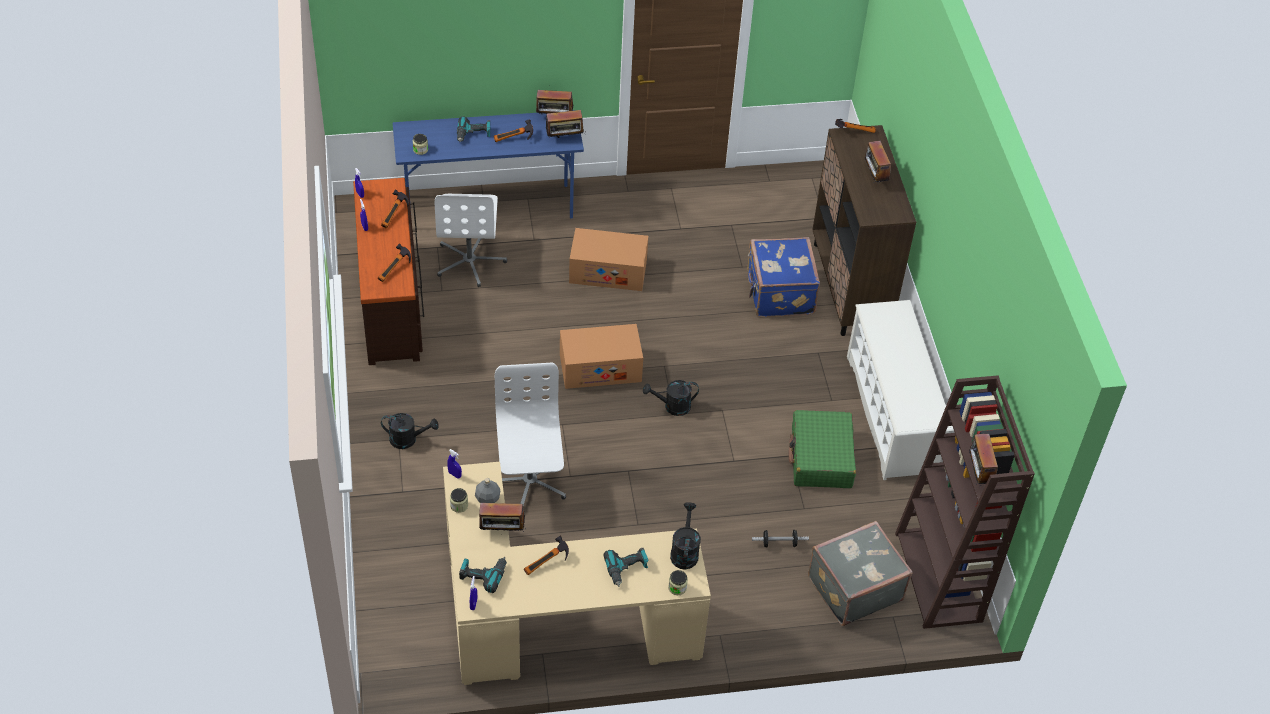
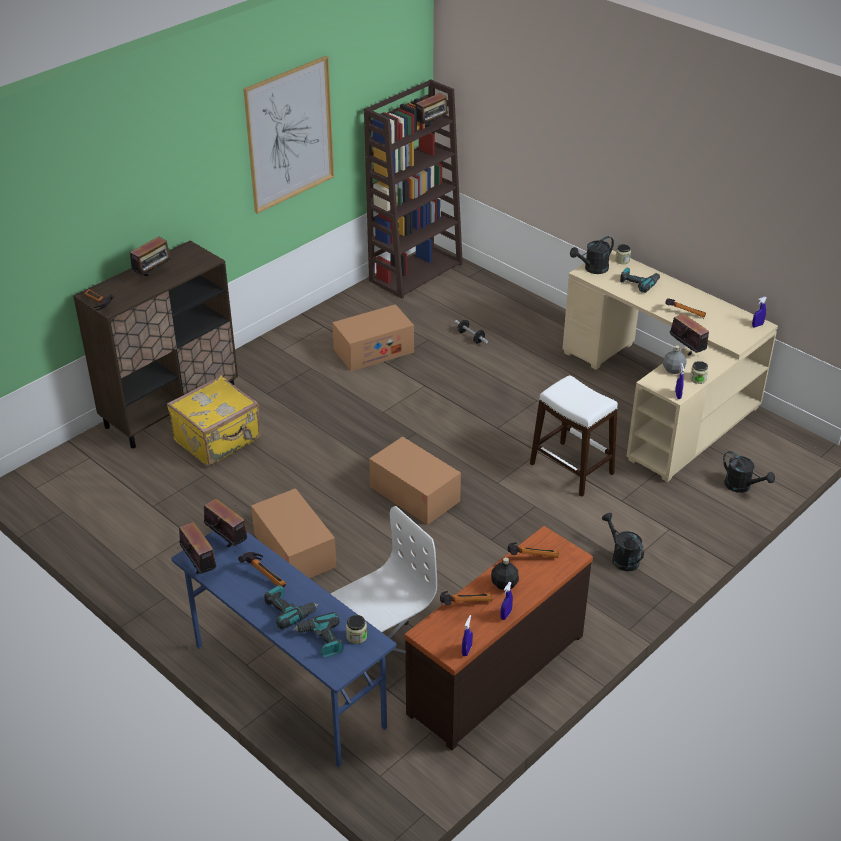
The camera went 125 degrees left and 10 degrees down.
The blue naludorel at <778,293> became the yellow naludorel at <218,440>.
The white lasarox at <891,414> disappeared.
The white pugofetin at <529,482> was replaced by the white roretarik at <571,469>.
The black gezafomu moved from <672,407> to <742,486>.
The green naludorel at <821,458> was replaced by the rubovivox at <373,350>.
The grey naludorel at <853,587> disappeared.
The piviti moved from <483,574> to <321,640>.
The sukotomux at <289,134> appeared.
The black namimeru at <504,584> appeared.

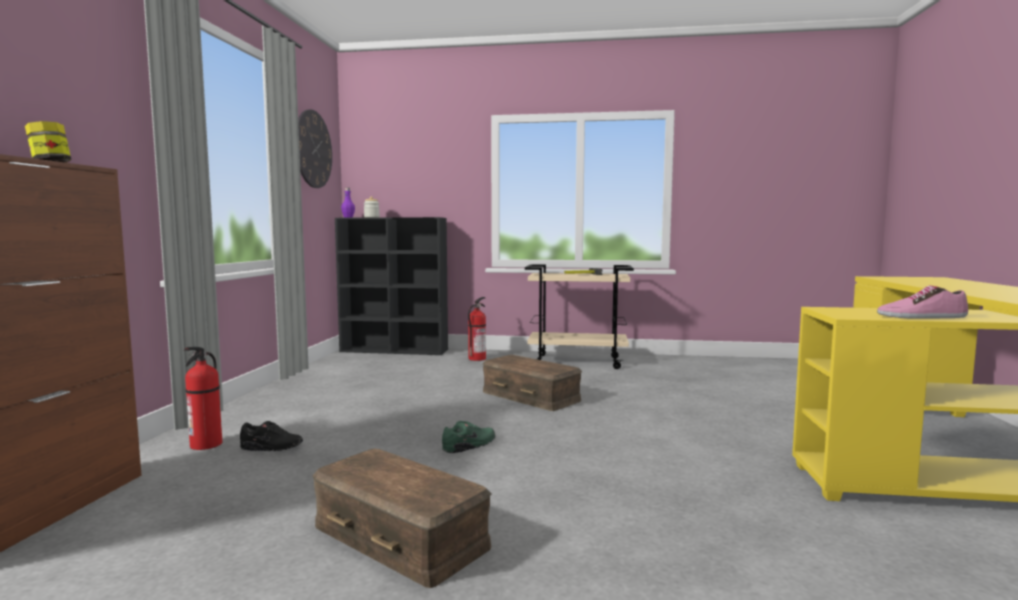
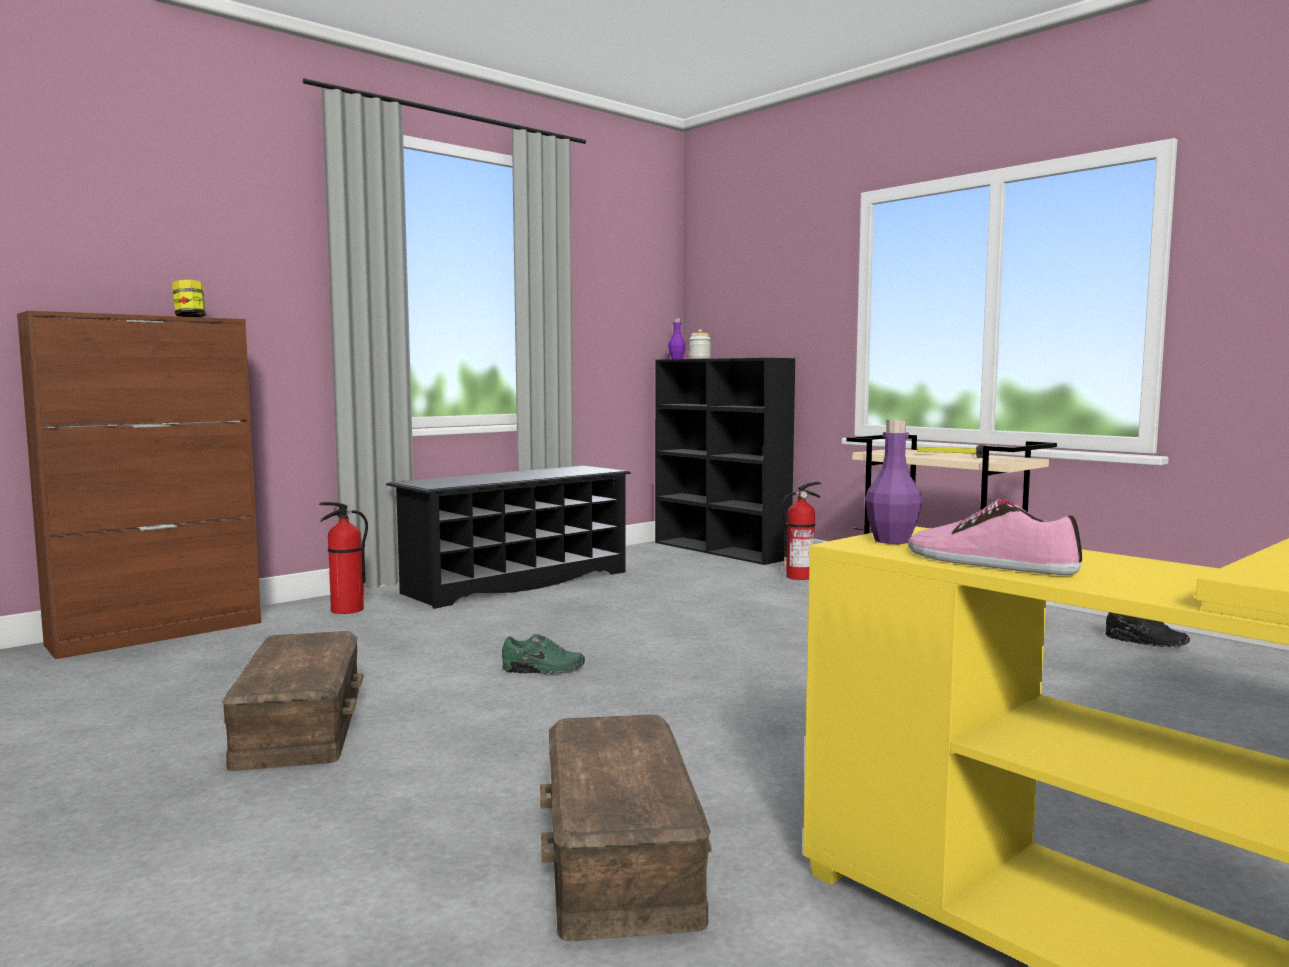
The camera went 40 degrees right and 0 degrees up.
The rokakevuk at <313,149> disappeared.
The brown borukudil moved from <531,396> to <622,854>.
The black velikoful moved from <271,448> to <1145,642>.
The purple namimeru at <892,541> appeared.
The black lasarox at <517,582> appeared.

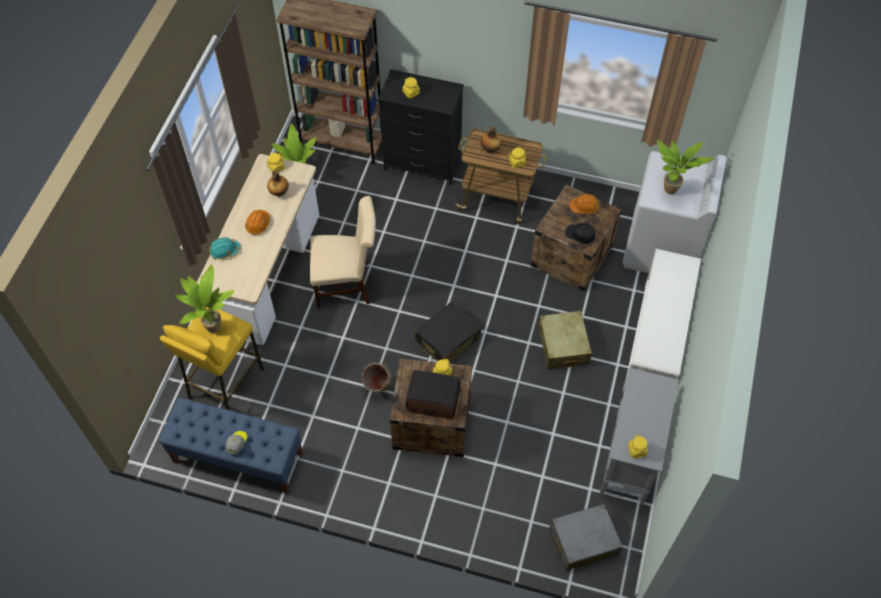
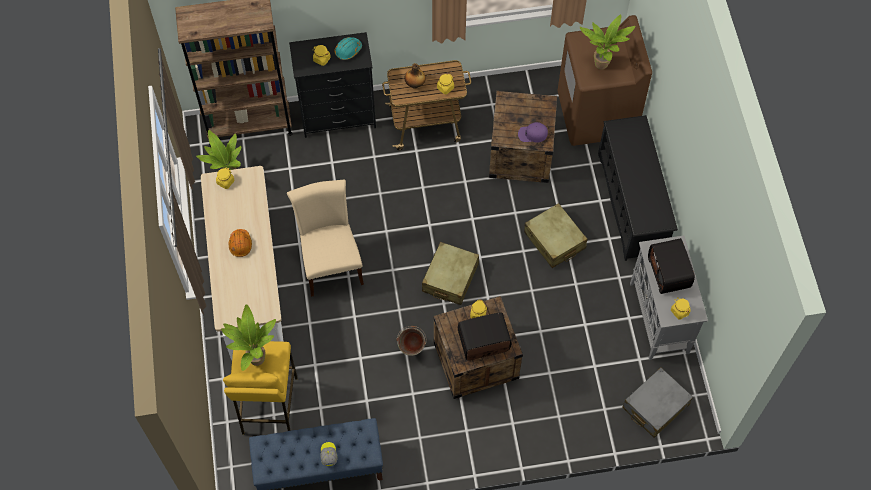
The camera went 25 degrees left and 5 degrees up.
The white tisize at <661,249> became the brown tisize at <596,115>.
The namimeru at <279,193> disappeared.
The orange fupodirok at <584,207> disappeared.
The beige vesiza at <347,284> turned 75 degrees counterclockwise.
The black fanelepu at <580,234> became the purple fanelepu at <532,134>.
The turquoise fupodirok moved from <224,251> to <348,50>.
The white lasarox at <656,341> became the black lasarox at <631,203>.
The black naludorel at <447,339> became the beige naludorel at <450,278>.
The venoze at <669,272> appeared.

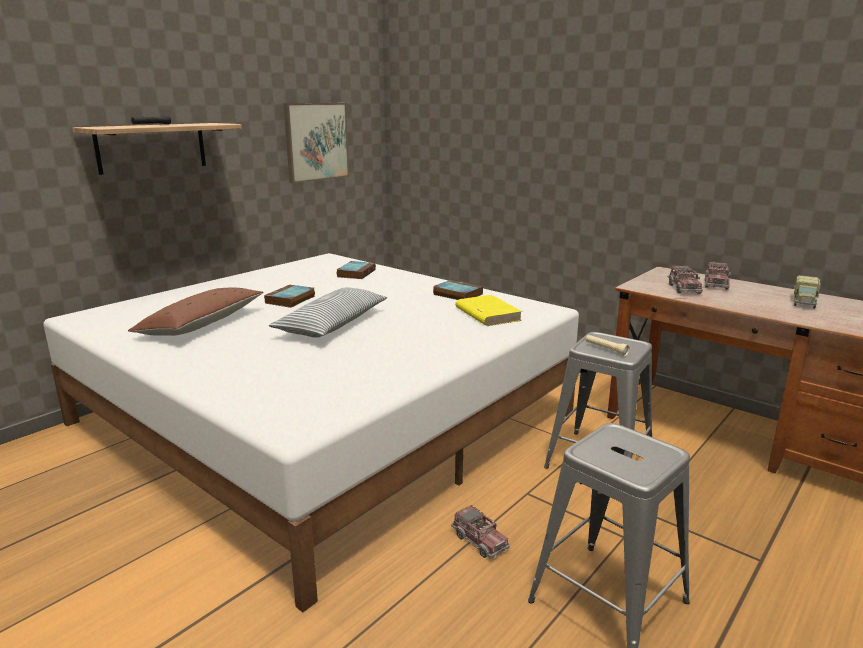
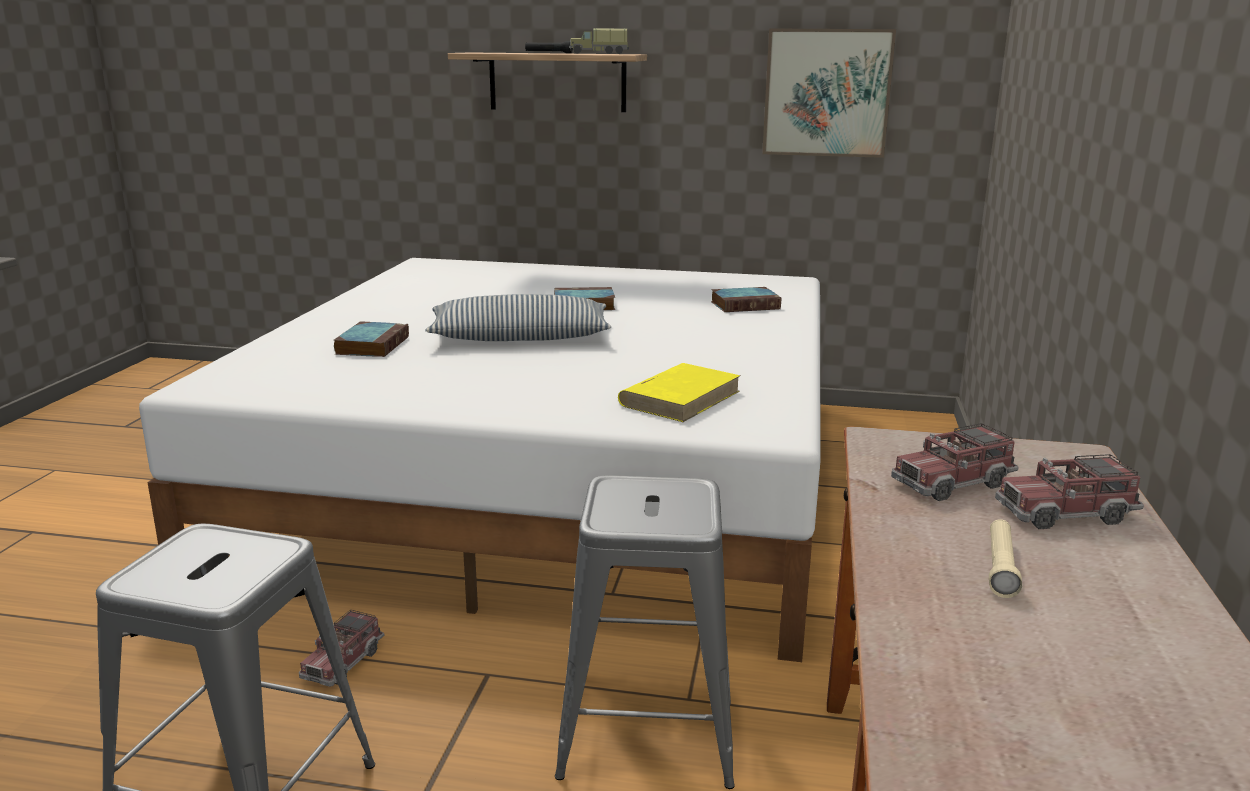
The camera went 60 degrees right and 0 degrees up.
The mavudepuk moved from <804,301> to <599,53>.
The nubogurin moved from <456,294> to <372,345>.
The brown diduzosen at <201,324> disappeared.
The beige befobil moved from <606,349> to <1000,567>.

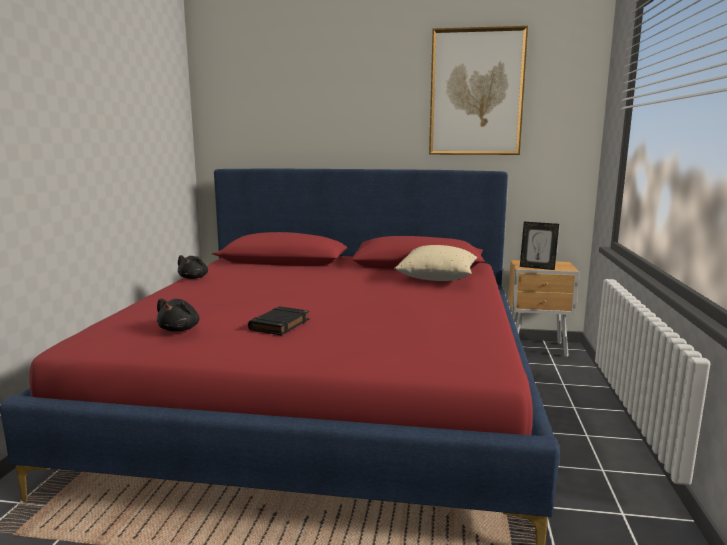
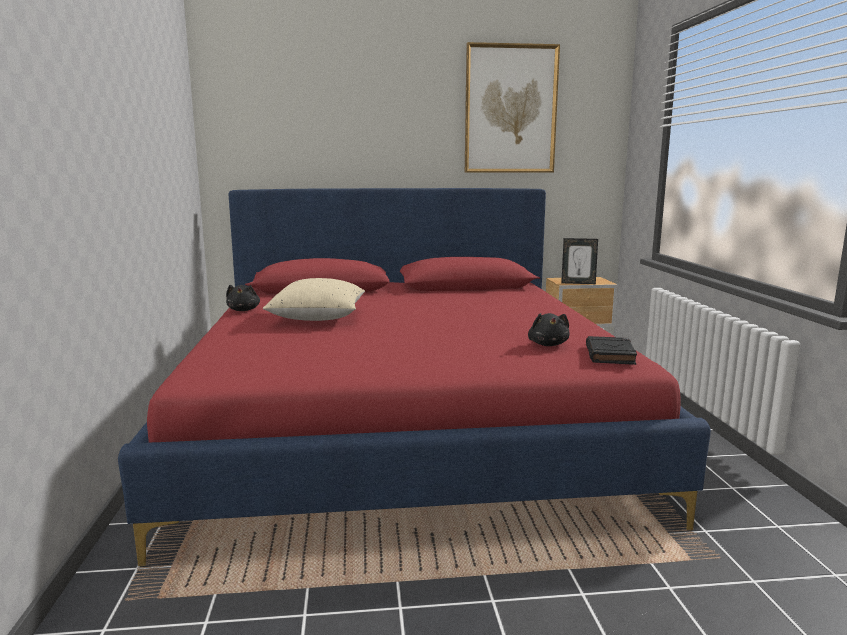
The camera went 15 degrees left and 0 degrees up.
The beige diduzosen moved from <437,278> to <318,318>.
The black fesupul moved from <180,329> to <548,344>.
The black nubogurin moved from <279,325> to <610,355>.

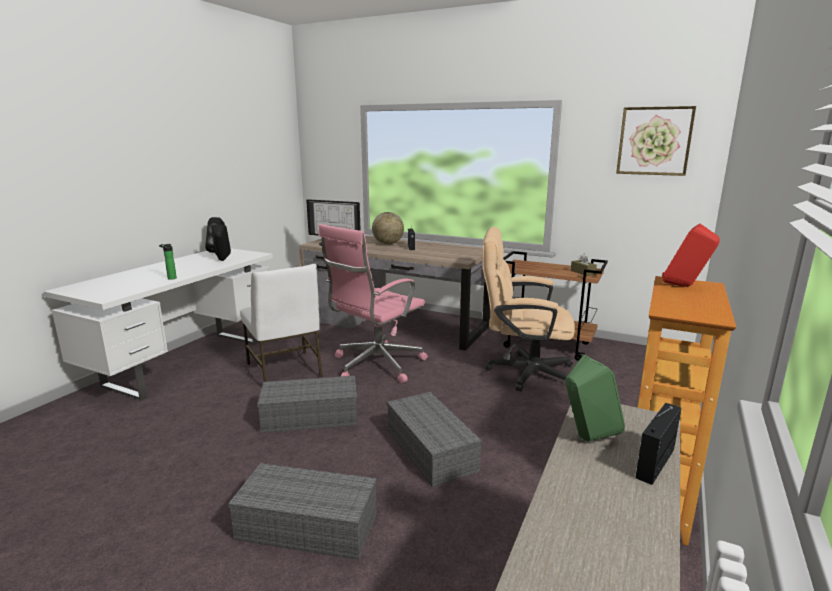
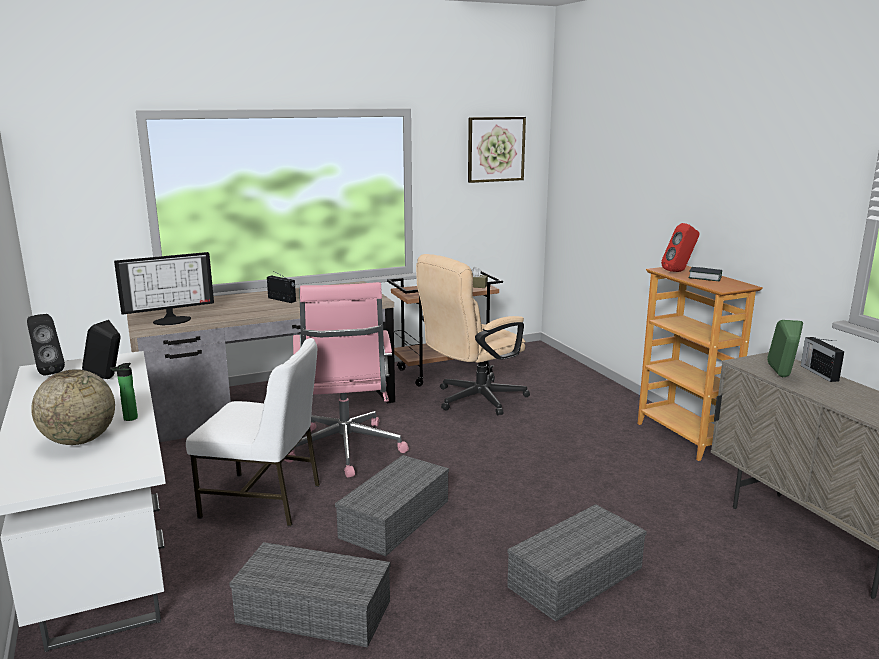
The camera went 50 degrees left and 0 degrees up.
The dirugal moved from <388,243> to <79,441>.
The grey borukudil moved from <432,450> to <316,611>.
The nubogurin at <704,277> appeared.

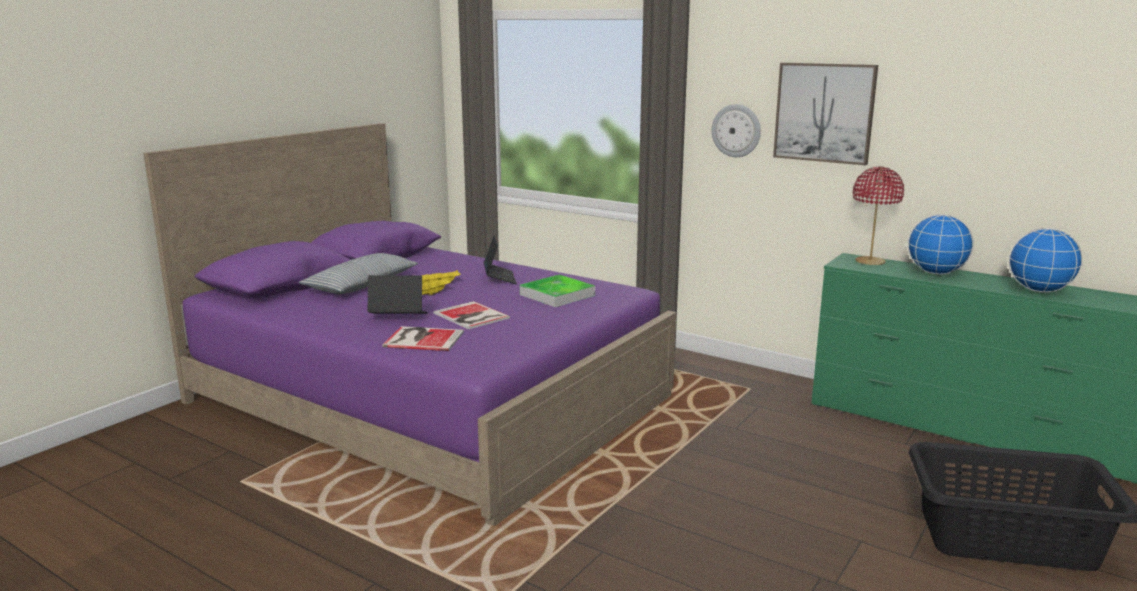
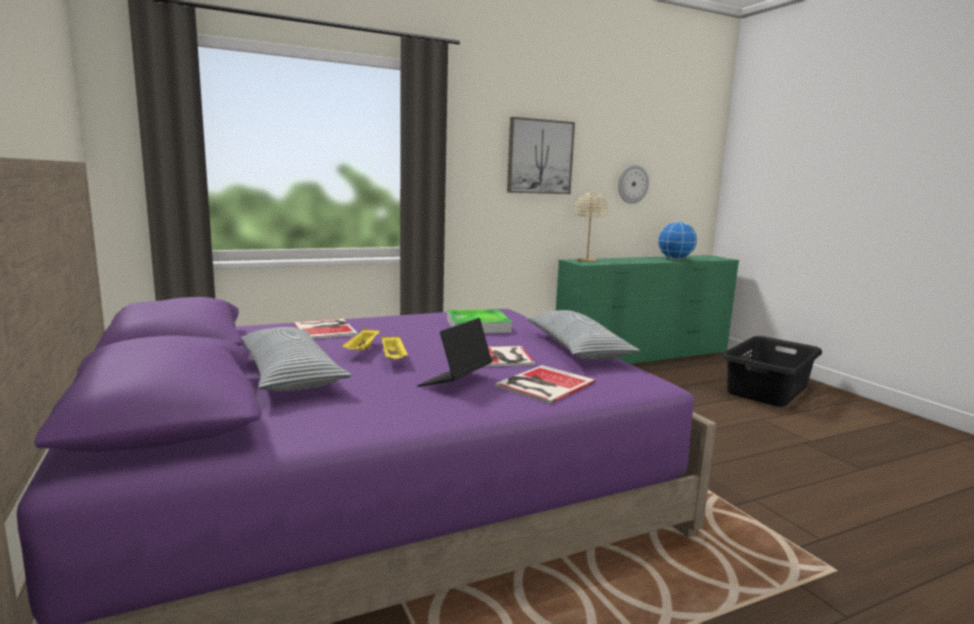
The camera went 60 degrees left and 5 degrees down.
The rokakevuk moved from <736,130> to <632,184>.
The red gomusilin at <870,262> became the beige gomusilin at <587,260>.
The dirugal at <936,273> disappeared.
The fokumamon at <499,278> disappeared.
The diduzosen at <576,348> appeared.
The nubogurin at <325,329> appeared.

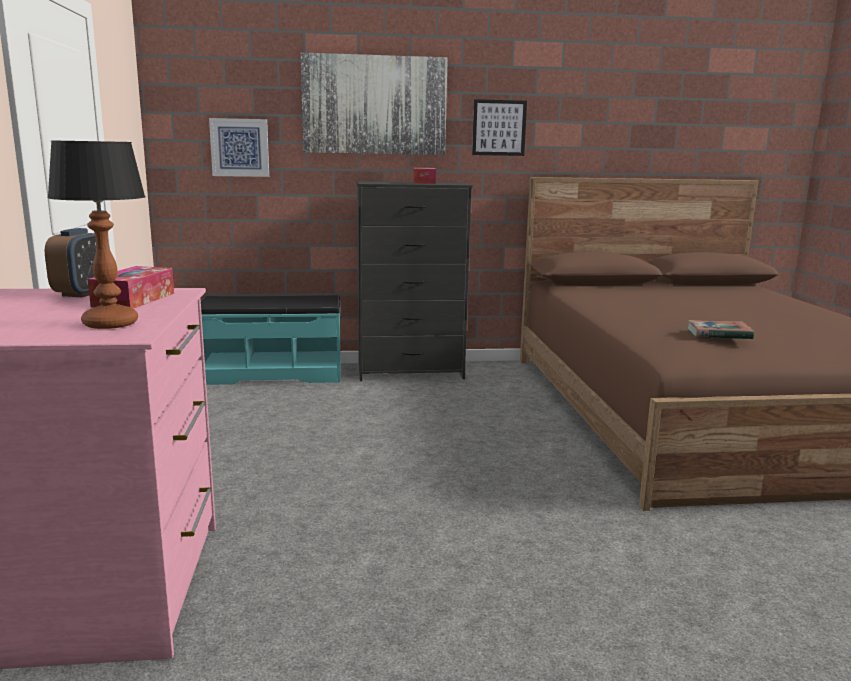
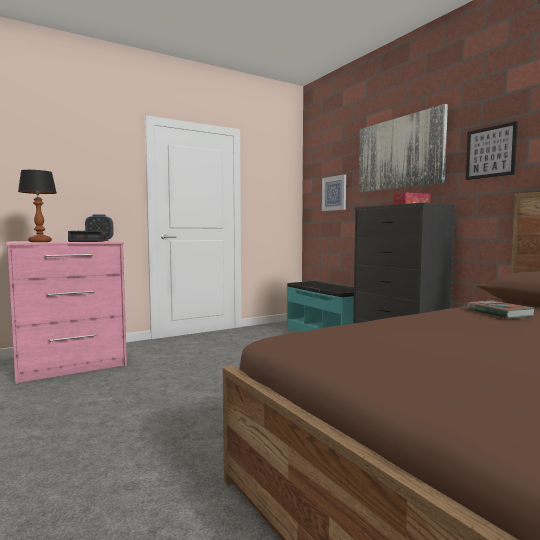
The camera went 65 degrees right and 10 degrees down.
The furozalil at <134,300> was replaced by the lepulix at <88,241>.
The nubogurin moved from <718,334> to <499,313>.

